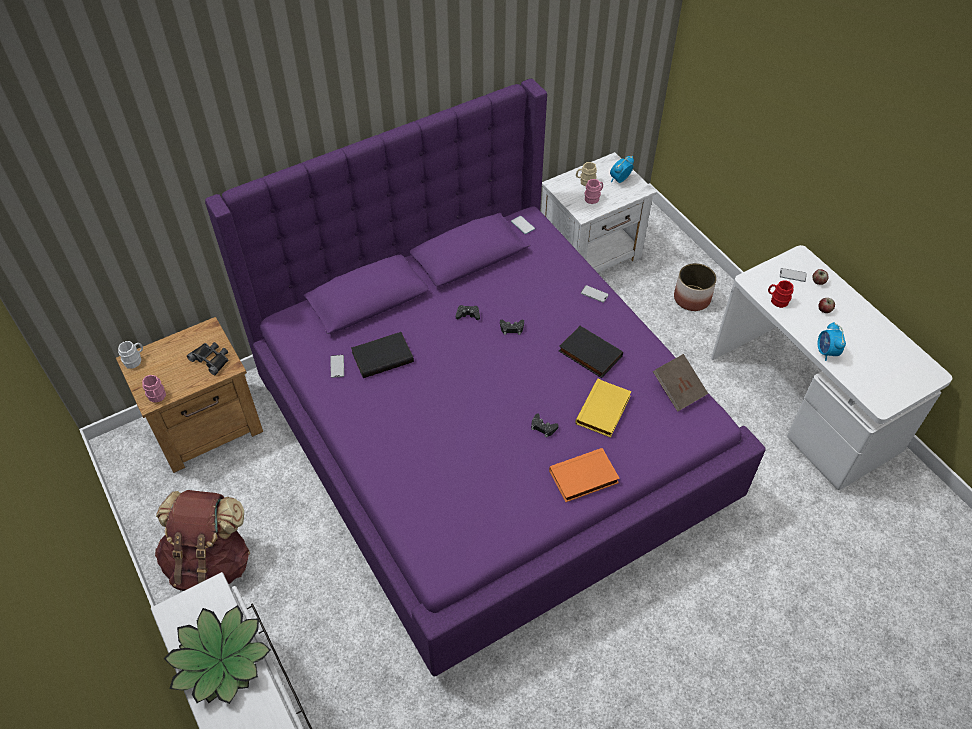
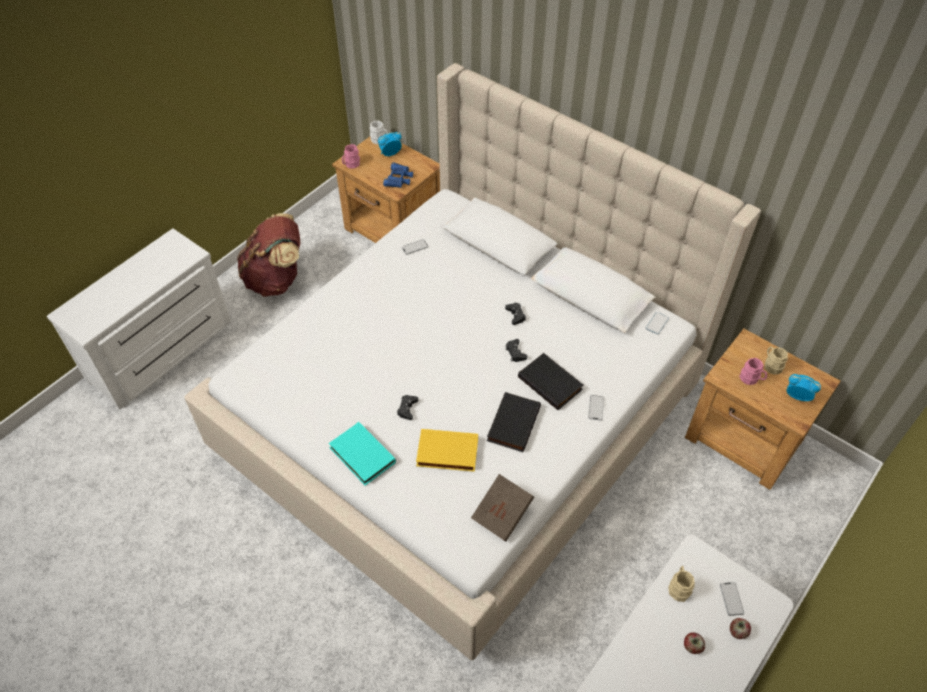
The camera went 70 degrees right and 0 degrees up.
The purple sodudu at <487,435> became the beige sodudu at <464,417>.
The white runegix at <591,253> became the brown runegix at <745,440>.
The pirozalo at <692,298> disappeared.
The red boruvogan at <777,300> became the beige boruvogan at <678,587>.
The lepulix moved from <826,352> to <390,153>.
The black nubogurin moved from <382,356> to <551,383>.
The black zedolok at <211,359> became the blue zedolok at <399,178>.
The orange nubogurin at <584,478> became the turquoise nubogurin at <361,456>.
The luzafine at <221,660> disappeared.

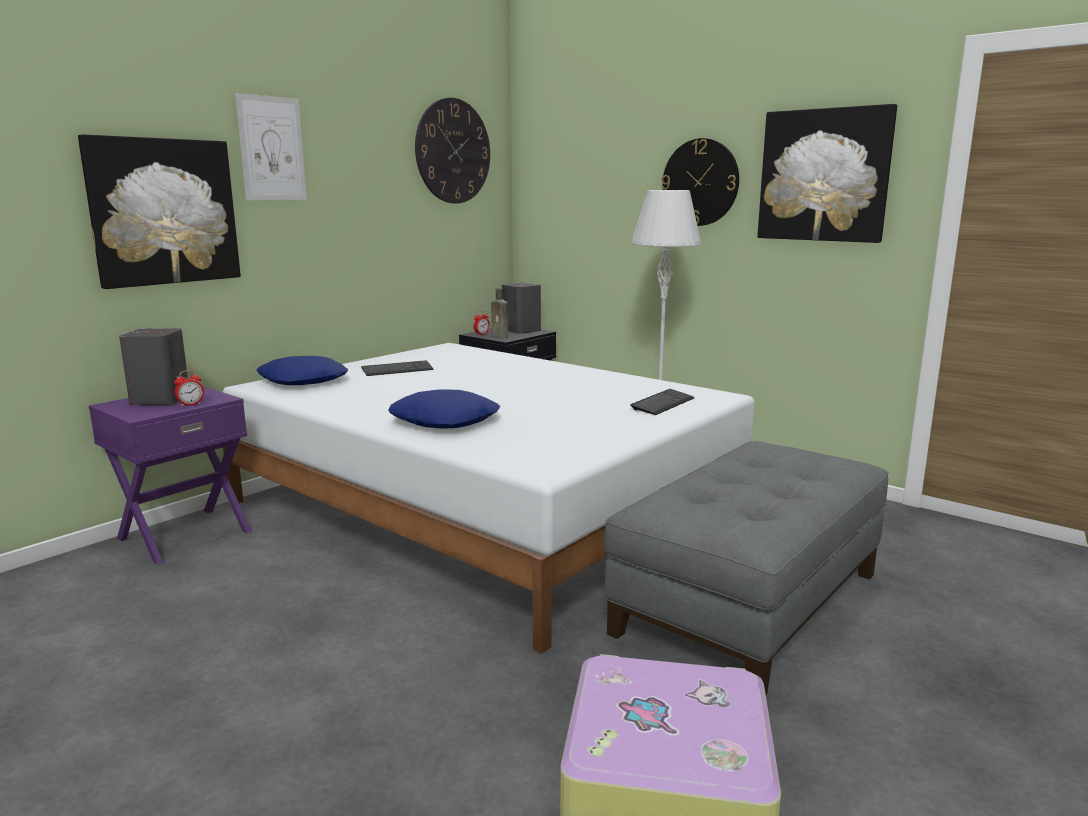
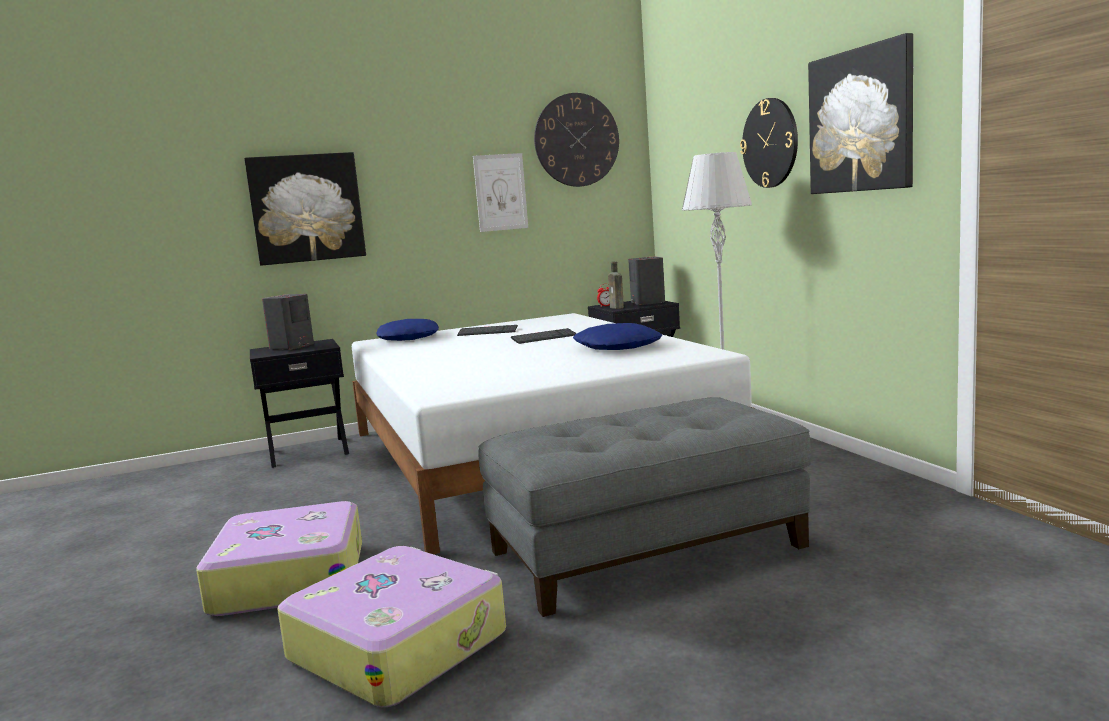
The camera went 30 degrees right and 5 degrees down.
The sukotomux moved from <272,148> to <500,192>.
The lepulix at <190,404> disappeared.
The purple runegix at <184,534> became the black runegix at <308,451>.
The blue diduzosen moved from <445,420> to <618,347>.
The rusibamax moved from <662,404> to <544,338>.
The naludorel at <289,577> appeared.

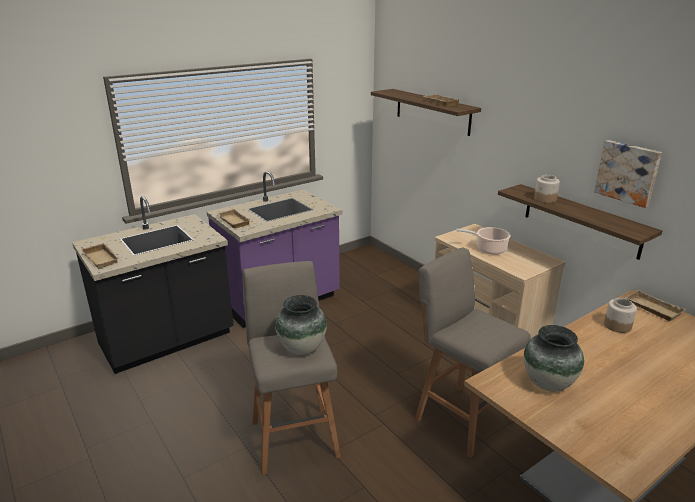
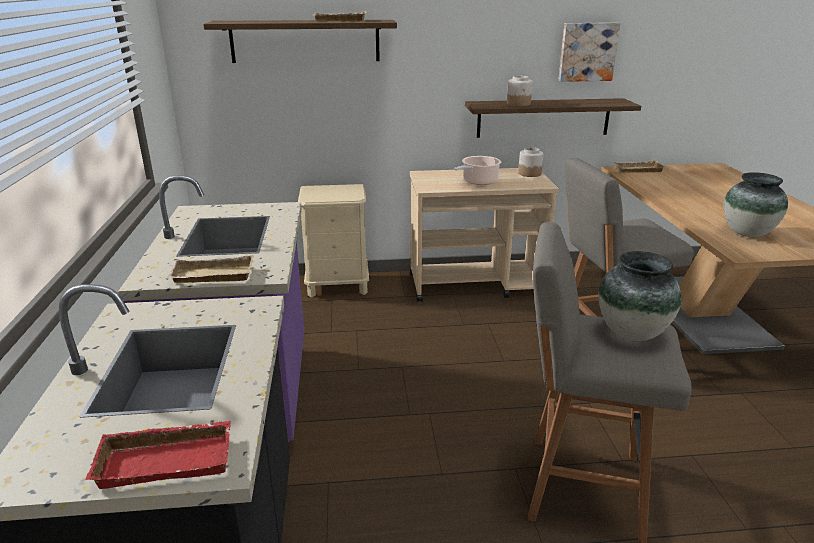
The camera went 60 degrees left and 0 degrees up.
The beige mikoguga at <103,258> became the red mikoguga at <168,458>.
The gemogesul moved from <617,325> to <529,173>.
The beige runegix at <338,285> appeared.

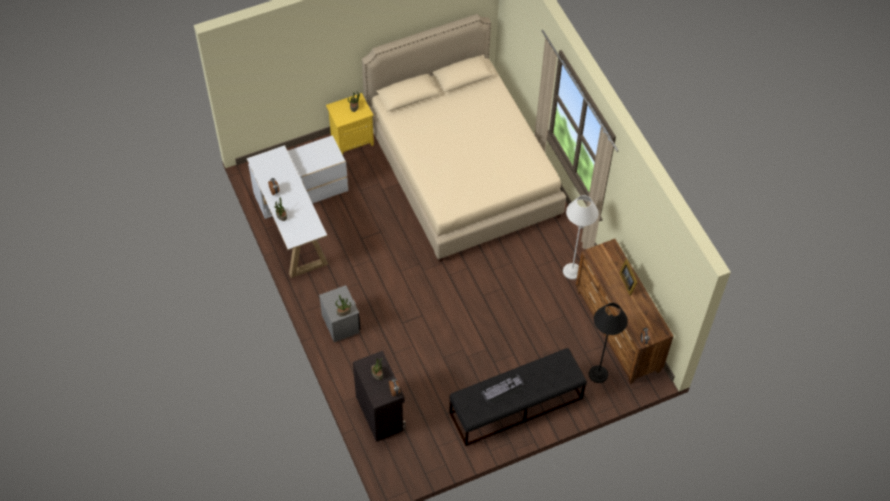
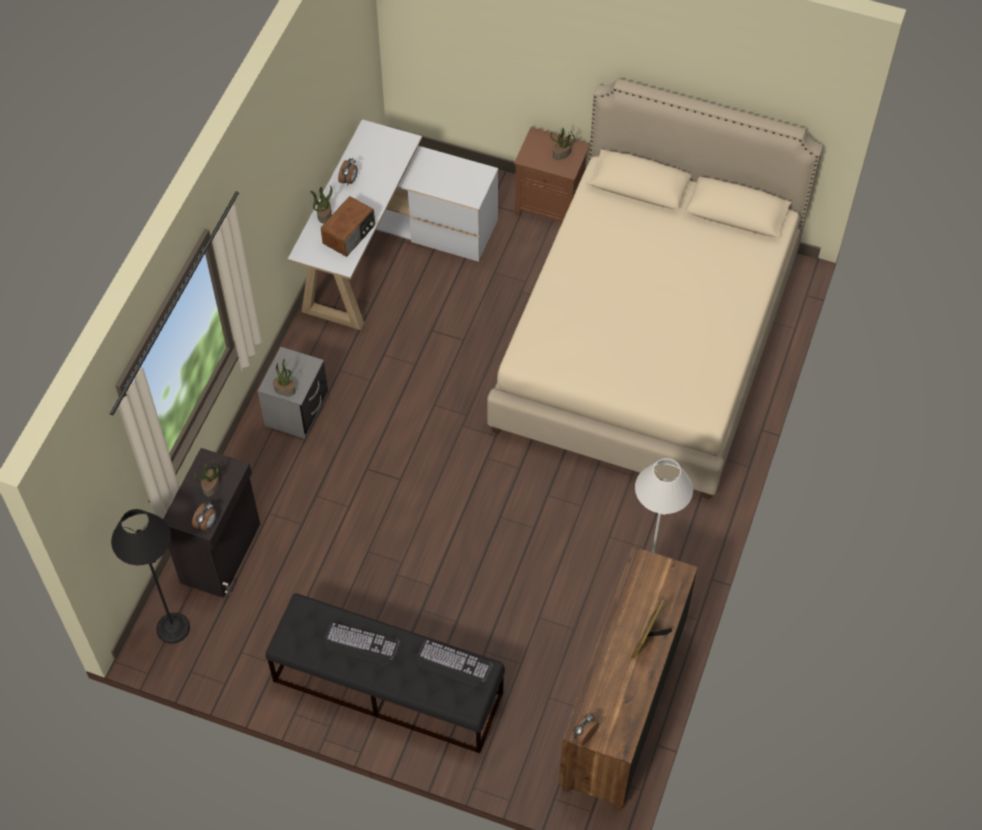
The camera went 45 degrees right and 0 degrees up.
The yellow runegix at <352,140> became the brown runegix at <551,205>.
The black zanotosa moved from <598,374> to <173,628>.
The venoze at <350,235> appeared.
The rusibamax at <452,664> appeared.

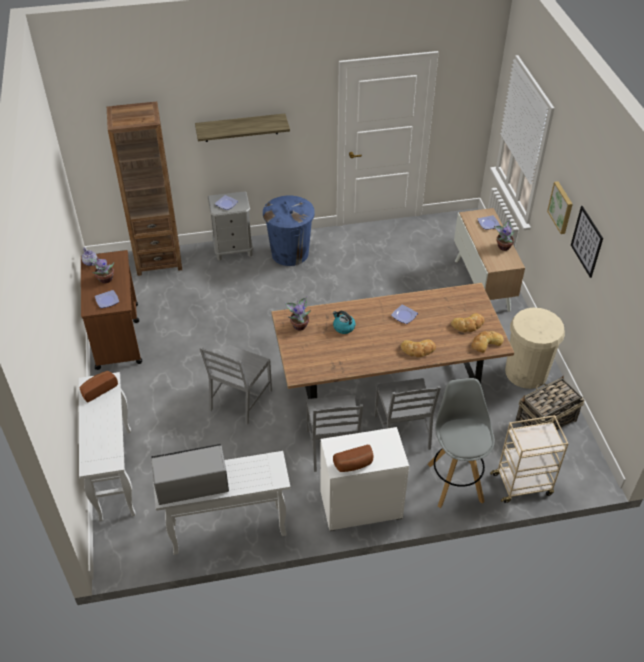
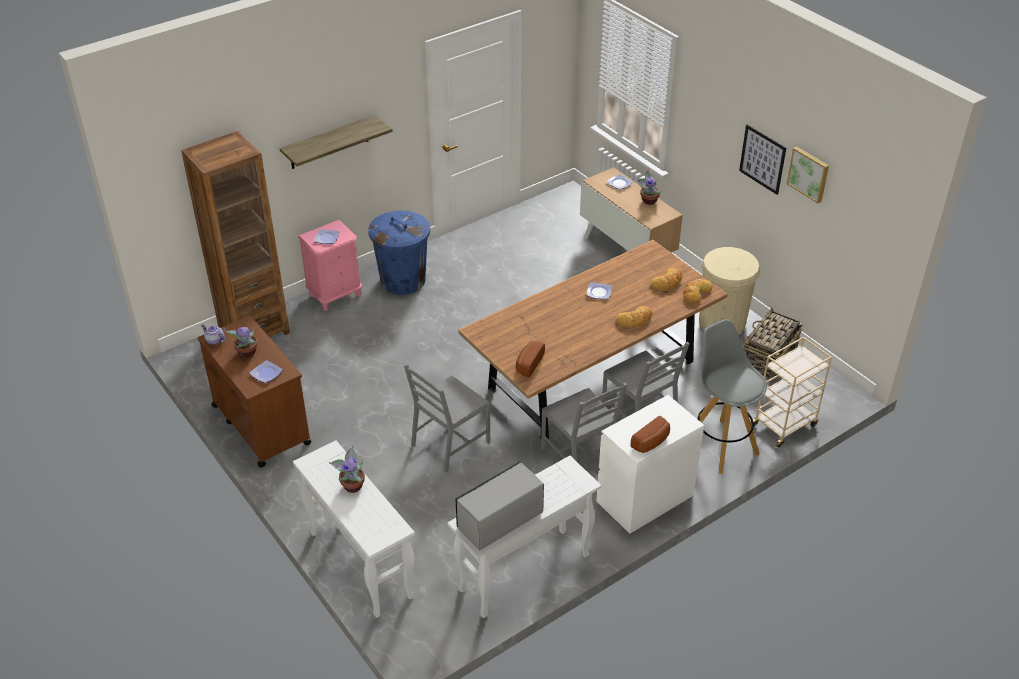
The camera went 25 degrees left and 5 degrees down.
The sukotomux moved from <561,207> to <809,174>.
The grey runegix at <233,249> became the pink runegix at <335,294>.
The luzafine moved from <299,325> to <352,485>.
The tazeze at <343,327> disappeared.
The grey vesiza at <240,400> turned 45 degrees clockwise.
The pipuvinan moved from <98,389> to <528,364>.

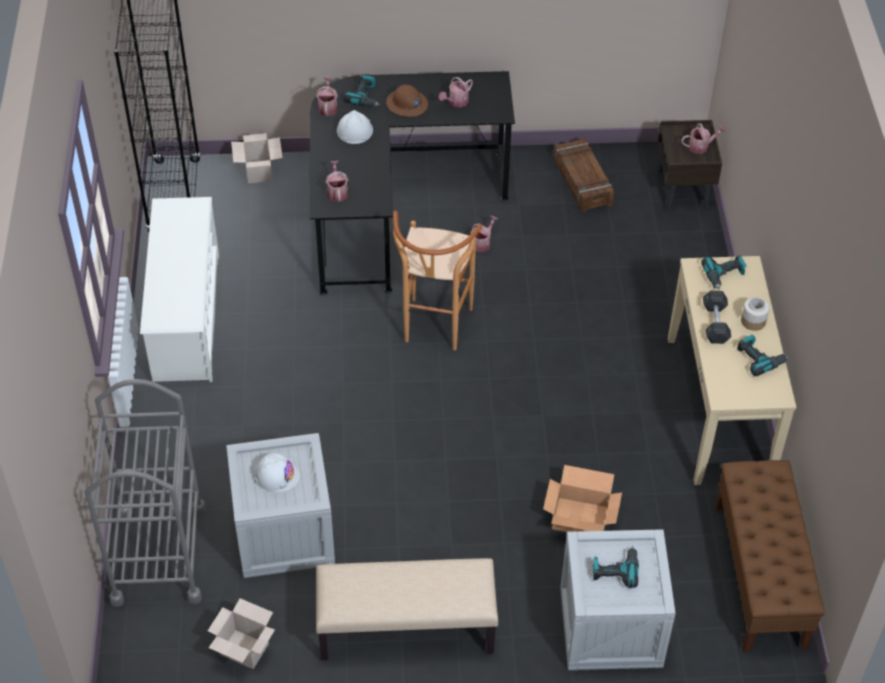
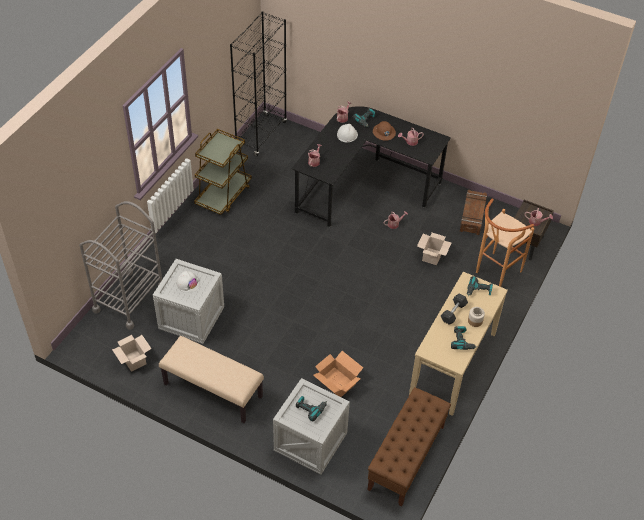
The camera went 30 degrees right and 0 degrees up.
The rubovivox moved from <259,172> to <432,257>.
The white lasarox at <186,316> was replaced by the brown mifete at <223,195>.
The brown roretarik moved from <434,330> to <495,273>.

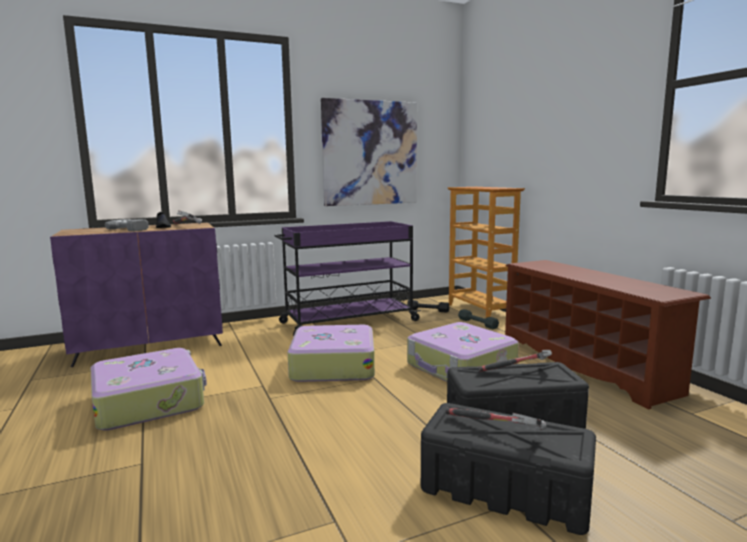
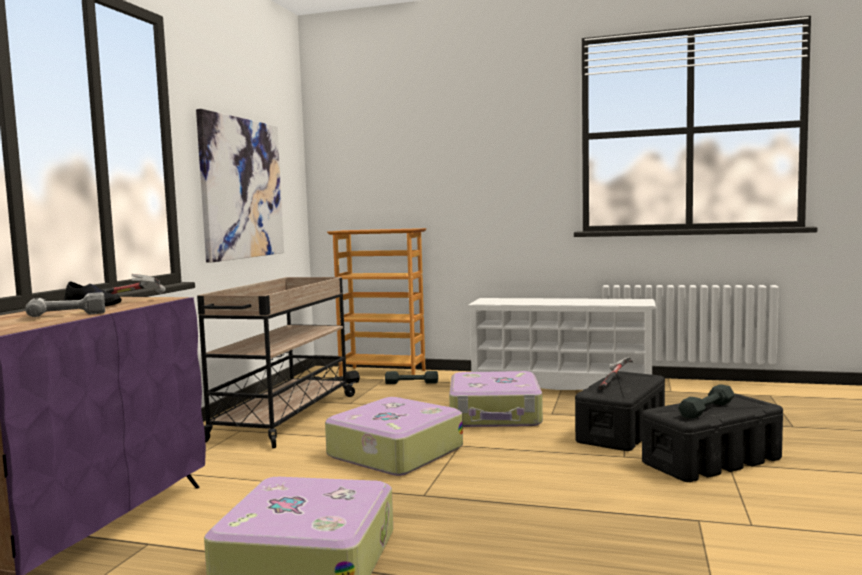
The camera went 50 degrees left and 5 degrees down.
The purple mifete at <347,322> became the beige mifete at <283,418>.
The brown lasarox at <586,365> became the white lasarox at <562,385>.
The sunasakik at <494,429> was replaced by the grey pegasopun at <707,409>.

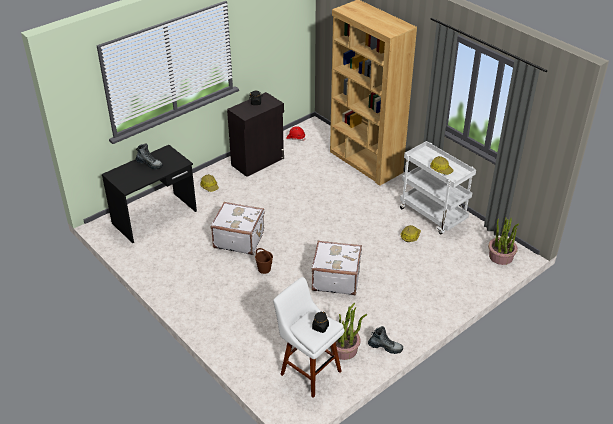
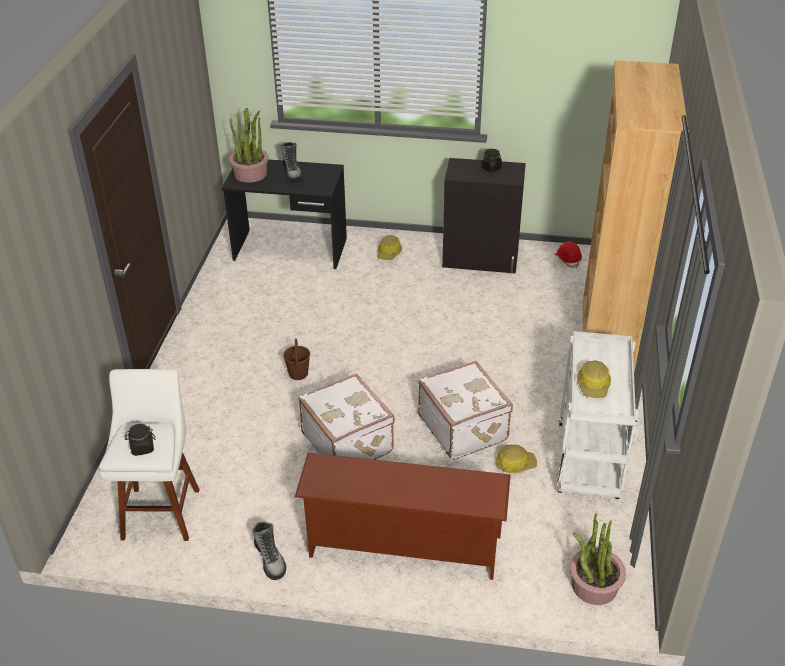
The camera went 50 degrees right and 0 degrees up.
The white naludorel moved from <239,239> to <464,427>.
The luzafine moved from <344,349> to <250,174>.
The brown lasarox at <403,547> appeared.

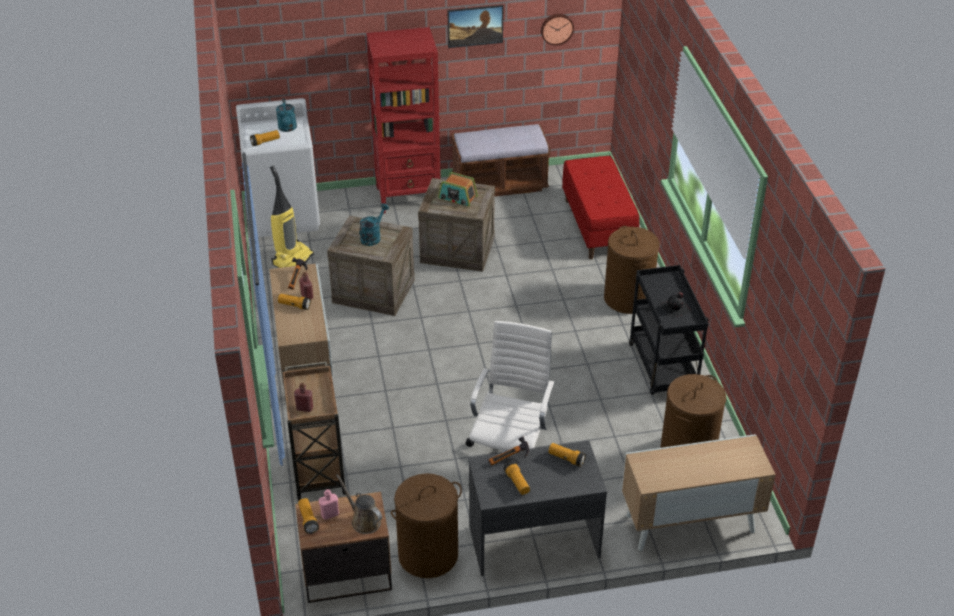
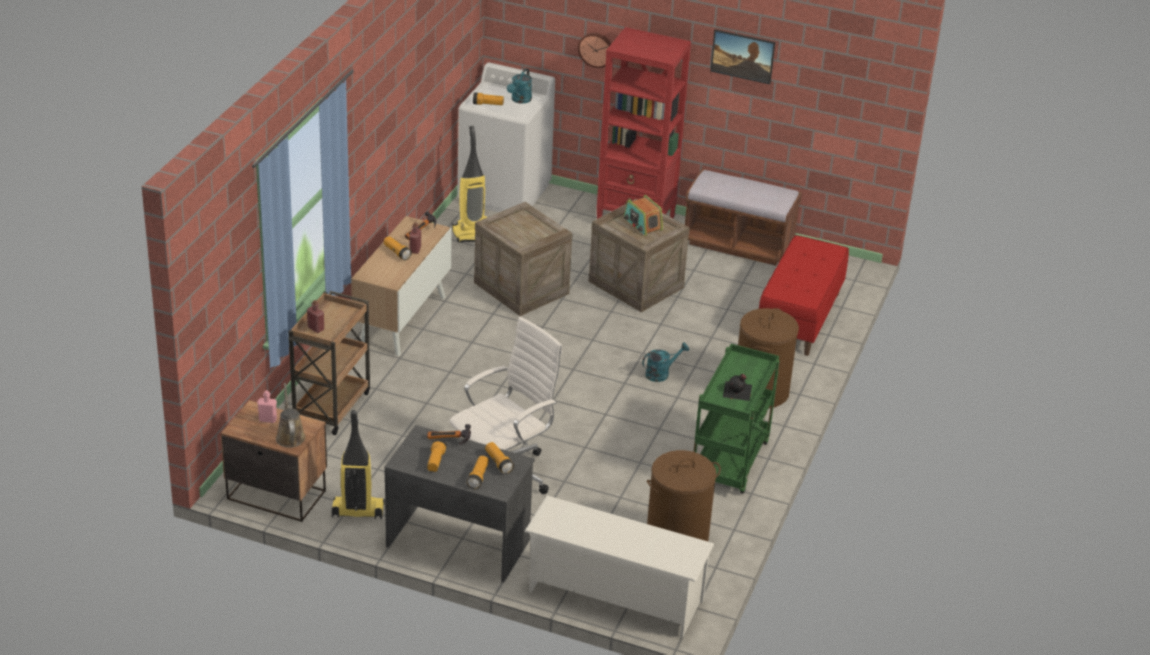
The camera went 30 degrees right and 5 degrees down.
The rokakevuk moved from <556,28> to <596,49>.
The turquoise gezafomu moved from <372,237> to <661,373>.
The black mifete at <663,368> became the green mifete at <730,464>.
The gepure at <689,524> was replaced by the white lasarox at <614,596>.
The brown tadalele at <428,555> was replaced by the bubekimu at <357,511>.
The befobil moved from <308,520> to <478,477>.

